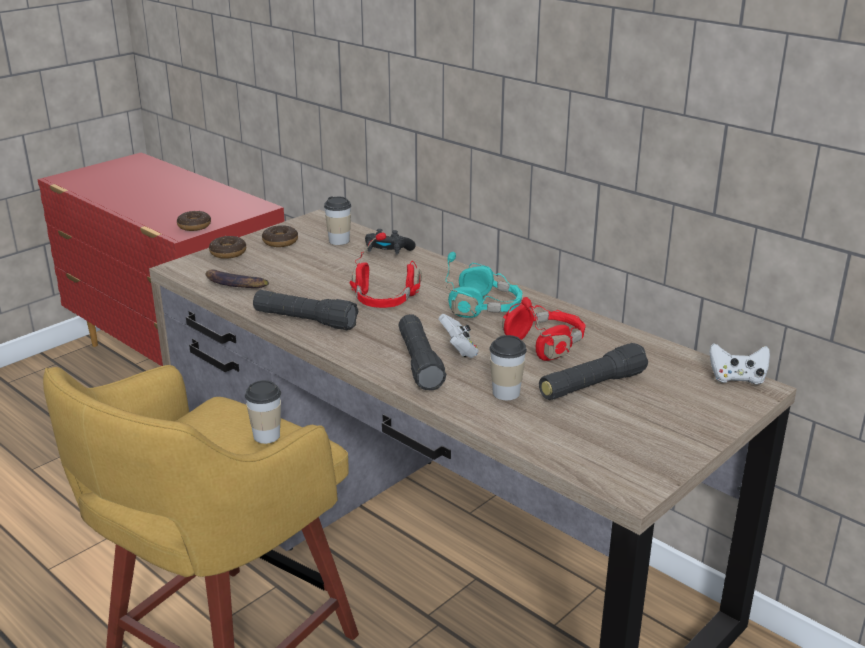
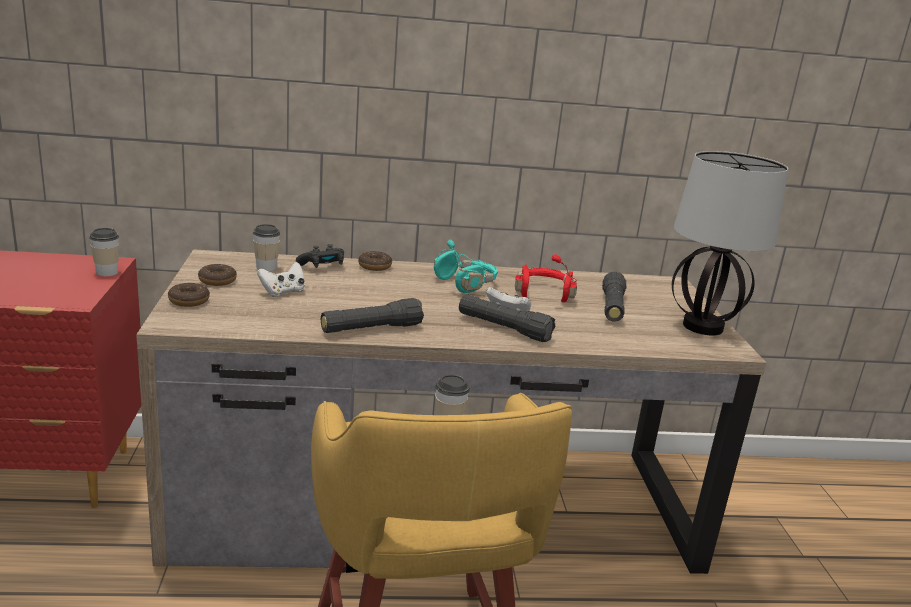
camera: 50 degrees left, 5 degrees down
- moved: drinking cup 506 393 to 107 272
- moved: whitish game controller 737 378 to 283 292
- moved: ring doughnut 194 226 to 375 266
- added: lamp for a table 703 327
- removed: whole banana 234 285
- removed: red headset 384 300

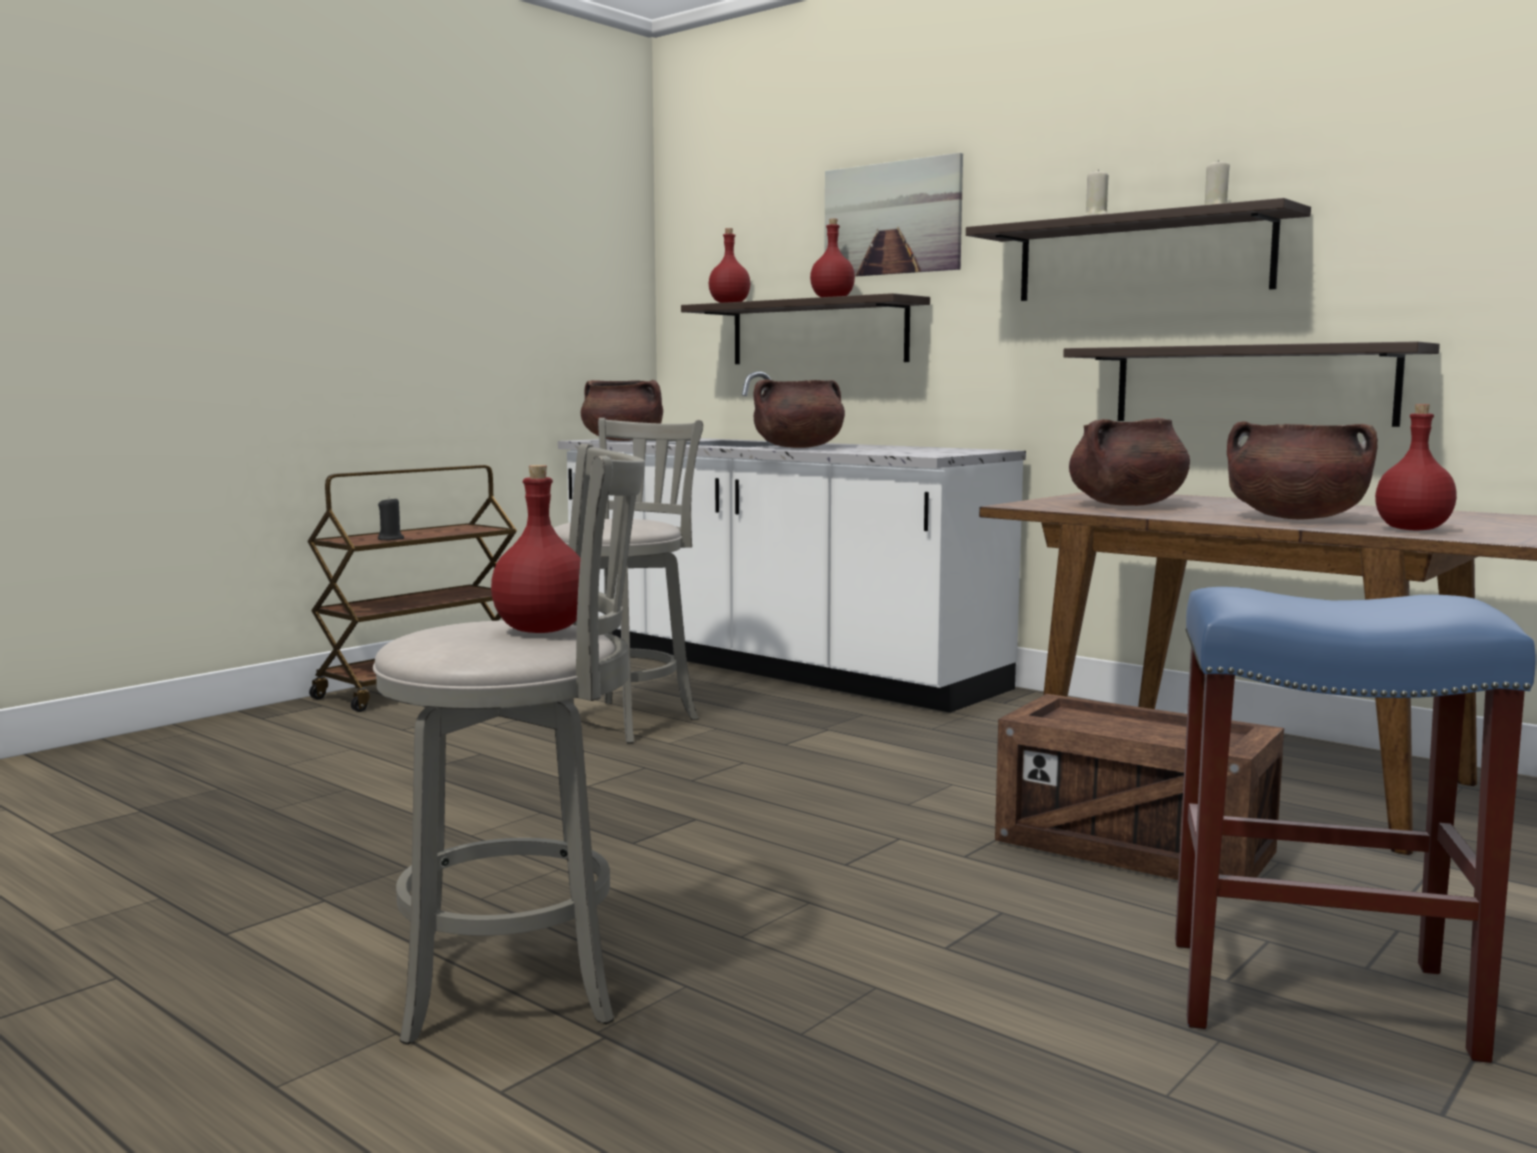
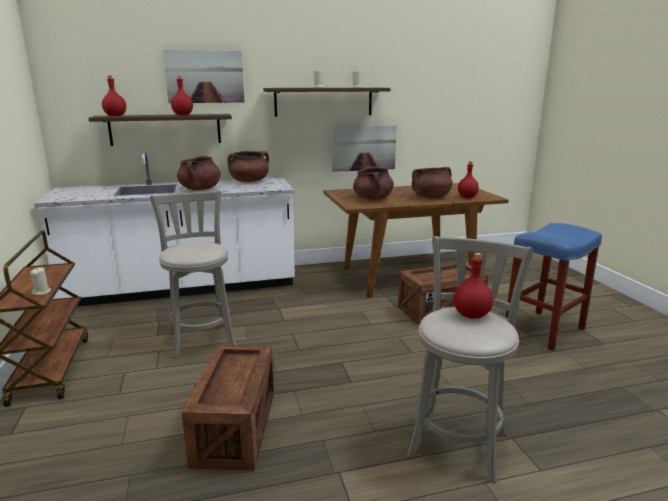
camera: 55 degrees left, 10 degrees up
- recoloured: black wax light 391 539 to sand-coloured wax light 42 292
- added: crate 235 428
- moved: brown cooking pot 623 440 to 249 181
- replaced: wall shelf 1251 385 to wall art 364 148

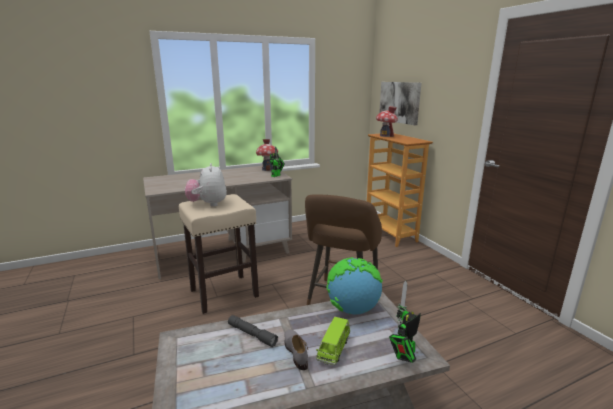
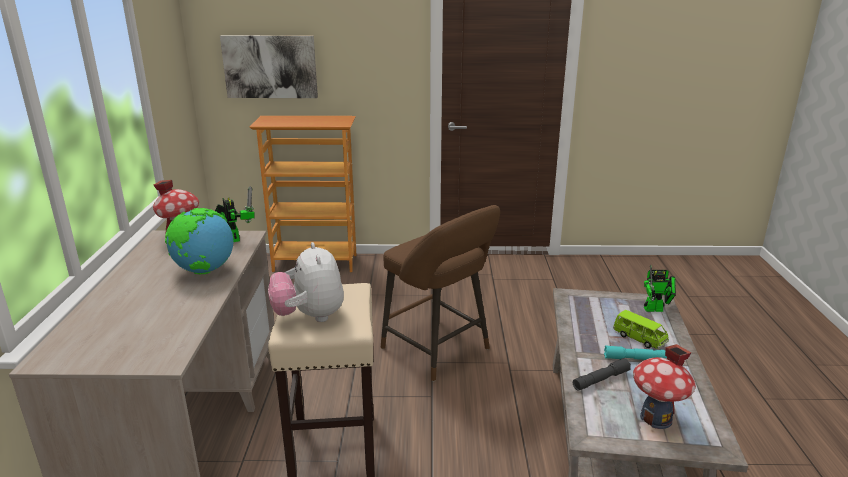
camera: 65 degrees left, 5 degrees up
- moved: desk globe 352 310 to 204 271
- turned: cuddly toy 208 204 = 309 316 60 degrees clockwise
- replaced: grey item of footwear 296 351 to blue-green hand torch 636 359
- moved: toy house 385 136 to 656 418
- turned: toy robot 403 355 = 656 309 75 degrees counterclockwise

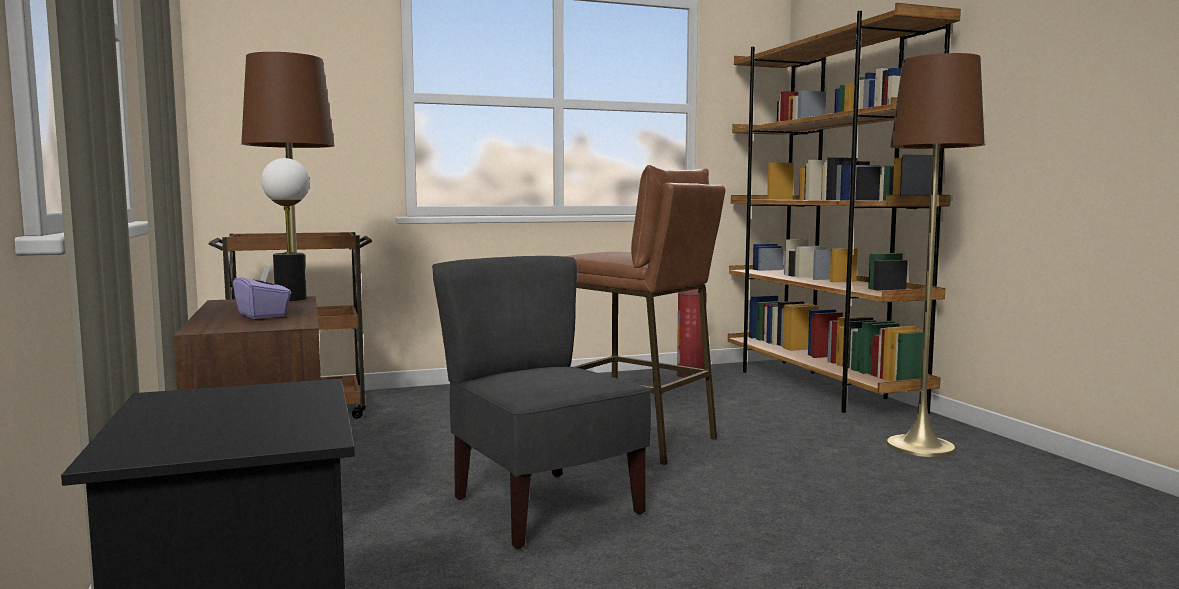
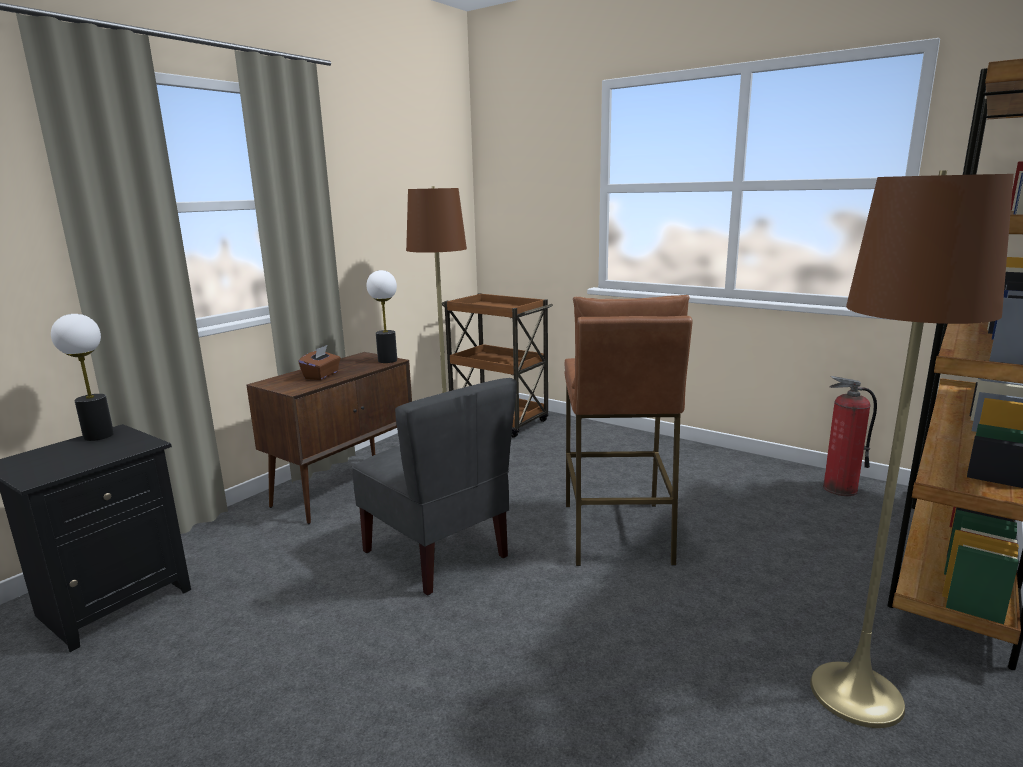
camera: 55 degrees right, 10 degrees up
- added: lamp for a table 98 436
- recoloured: purplish box of tissues 263 315 to brown box of tissues 322 375
- turned: grey upright chair 543 507 = 437 553 120 degrees clockwise

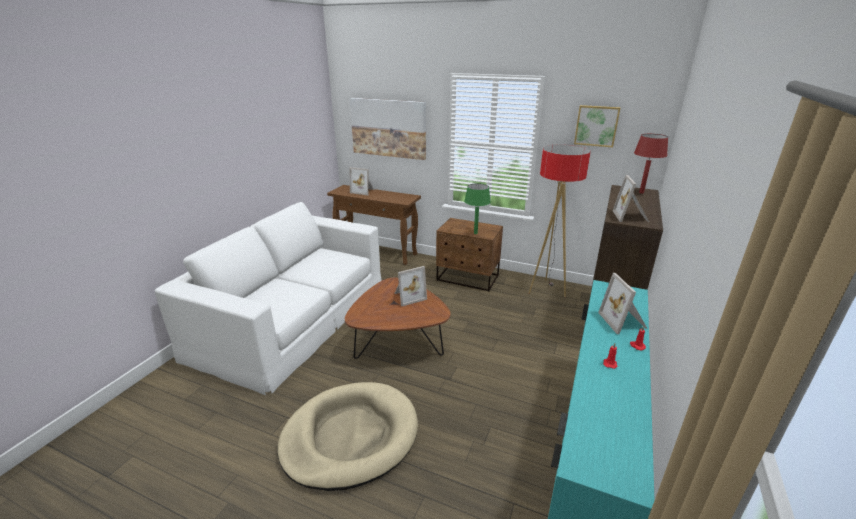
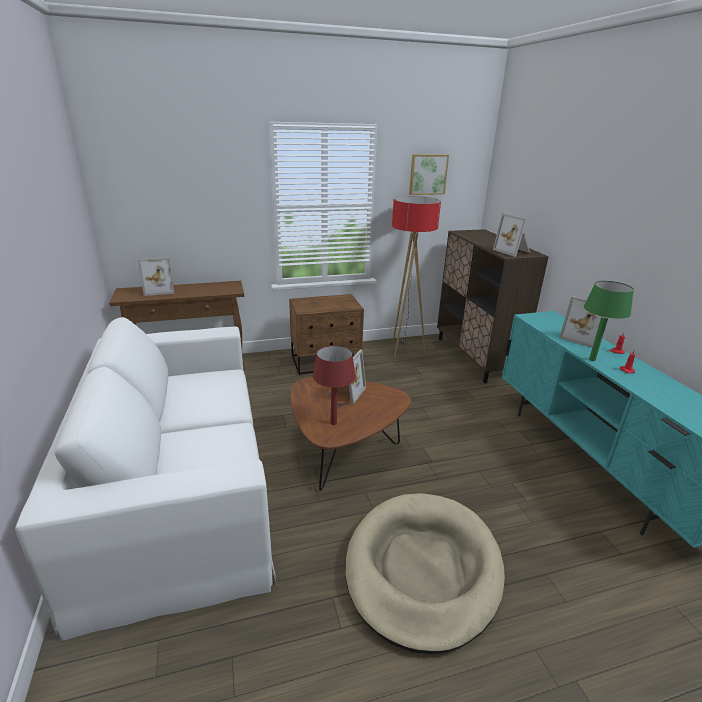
camera: 40 degrees left, 0 degrees up
- moved: red lamp for a table 641 192 to 333 423
- moved: green lamp for a table 475 233 to 592 360
- removed: wall art 388 128

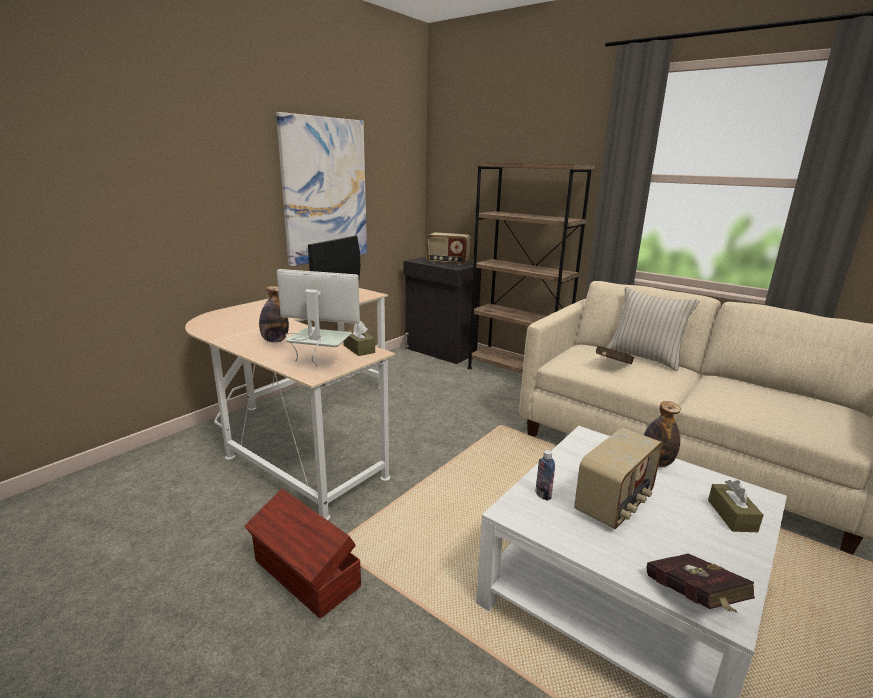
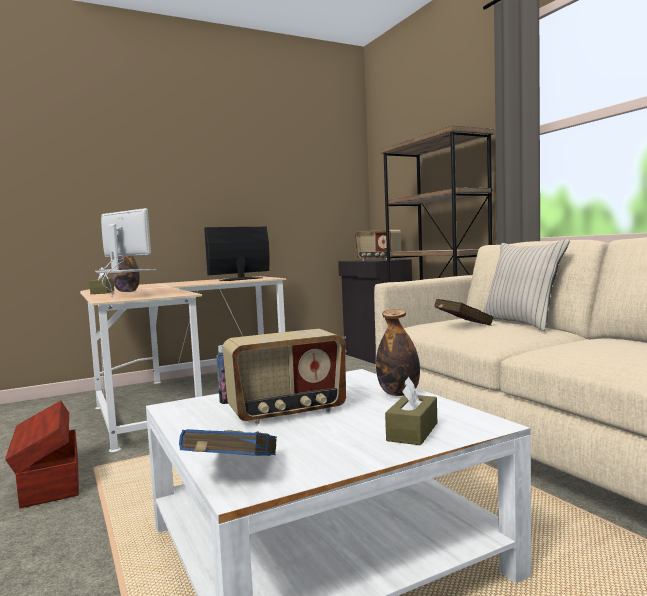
camera: 25 degrees right, 15 degrees down
- moved: brown box of tissues 359 349 to 102 292
- recoloured: red volume 695 600 to blue volume 230 474
- removed: wall art 325 191

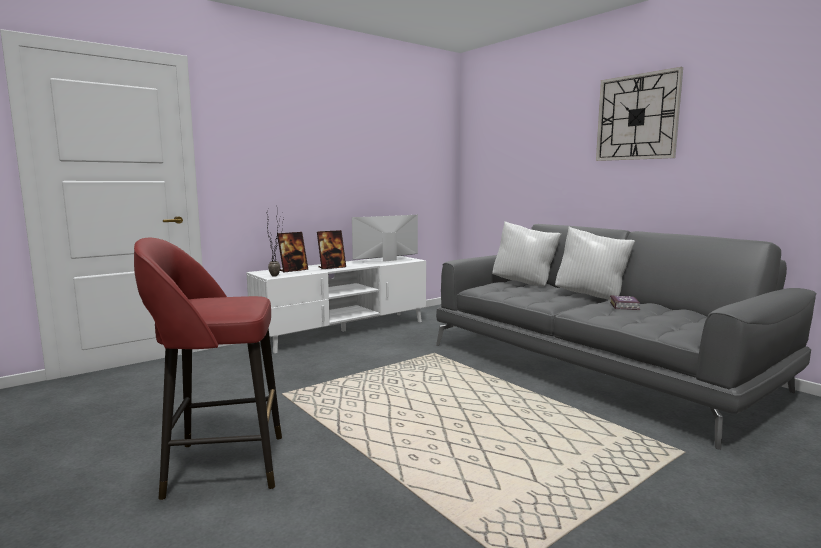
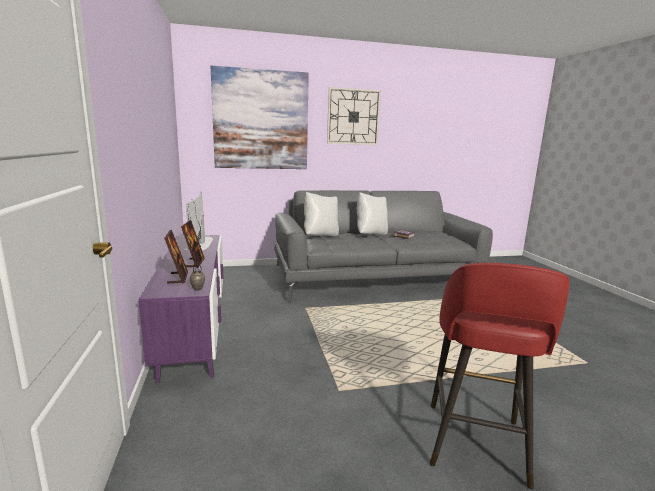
camera: 65 degrees left, 5 degrees up
- recoloured: whitish tv unit 344 331 to purplish tv unit 195 327
- added: wall art 261 120

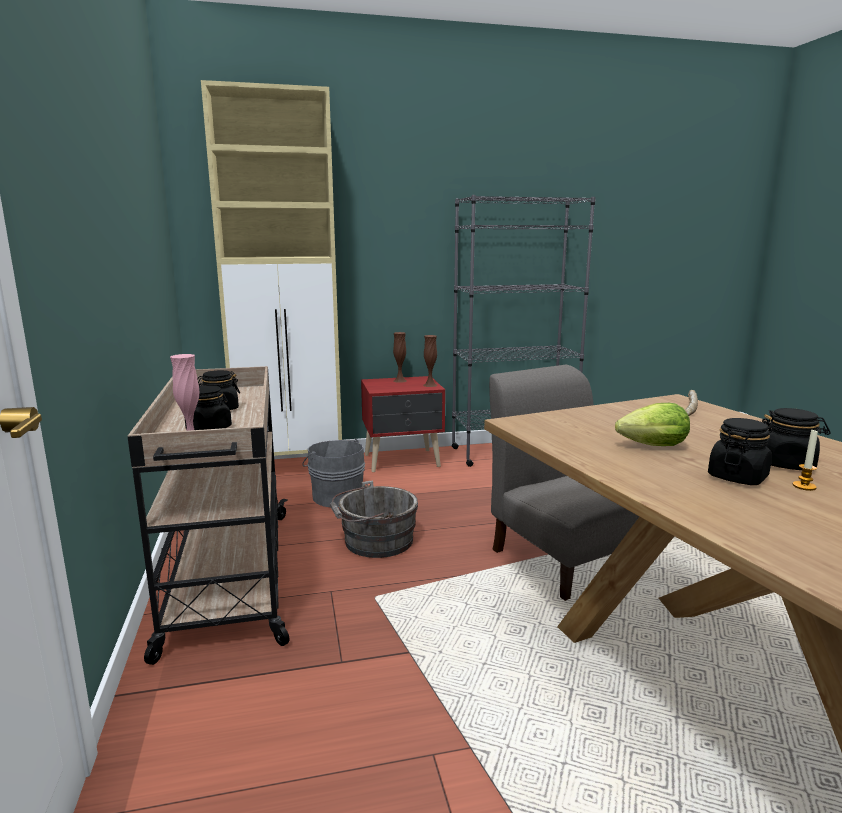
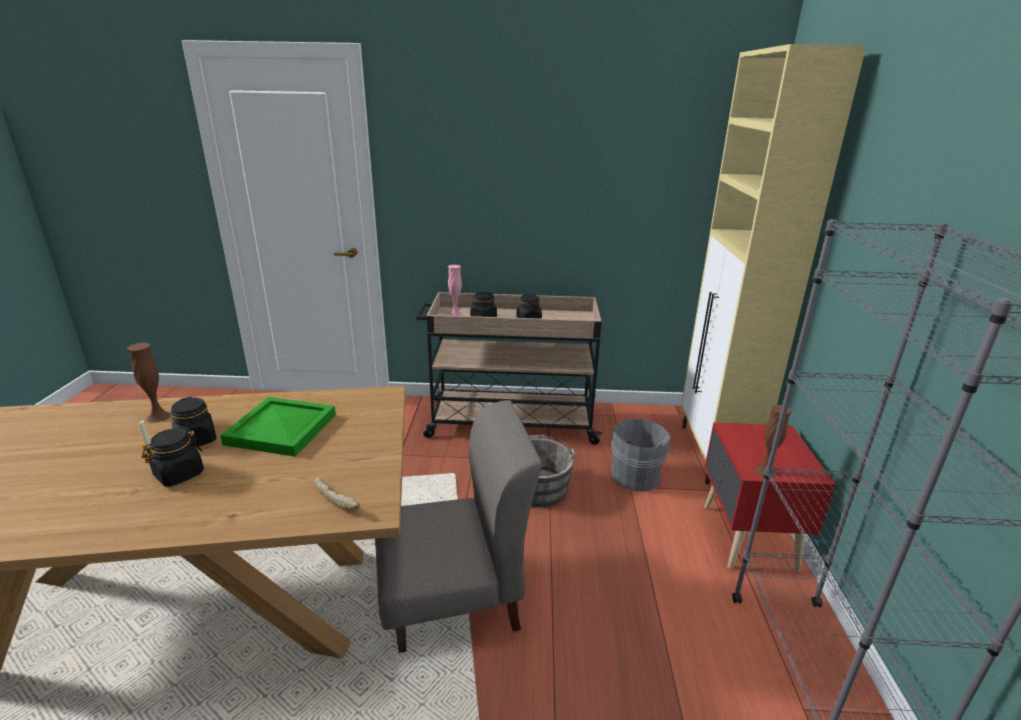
camera: 105 degrees right, 10 degrees up
- moved: brown flower vase 400 381 to 158 417
- replaced: lettuce head 649 446 to green tray 279 430

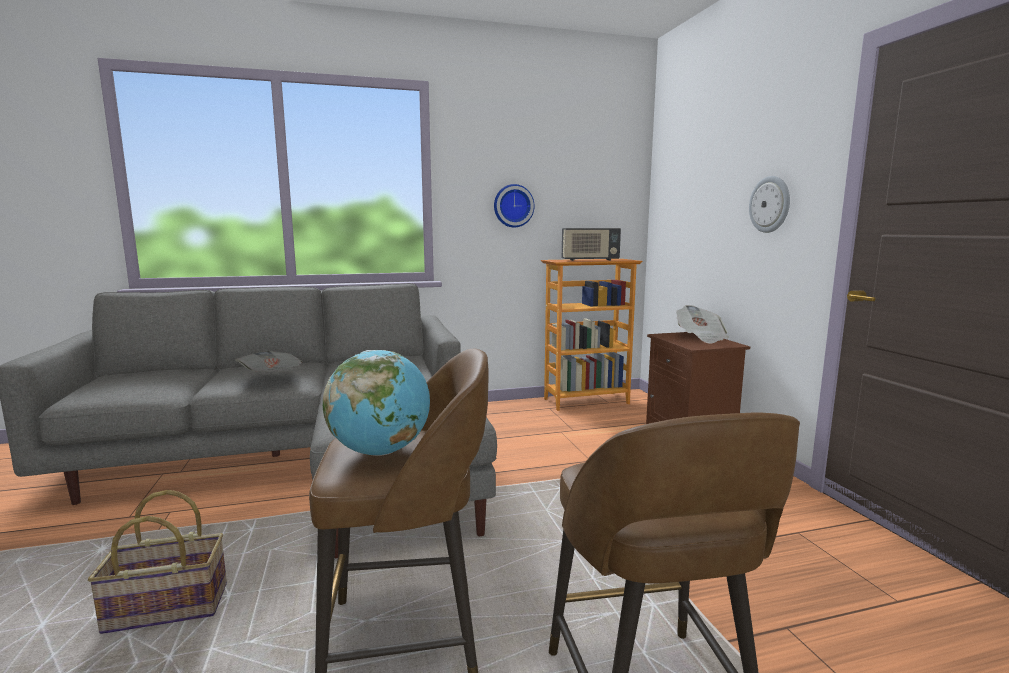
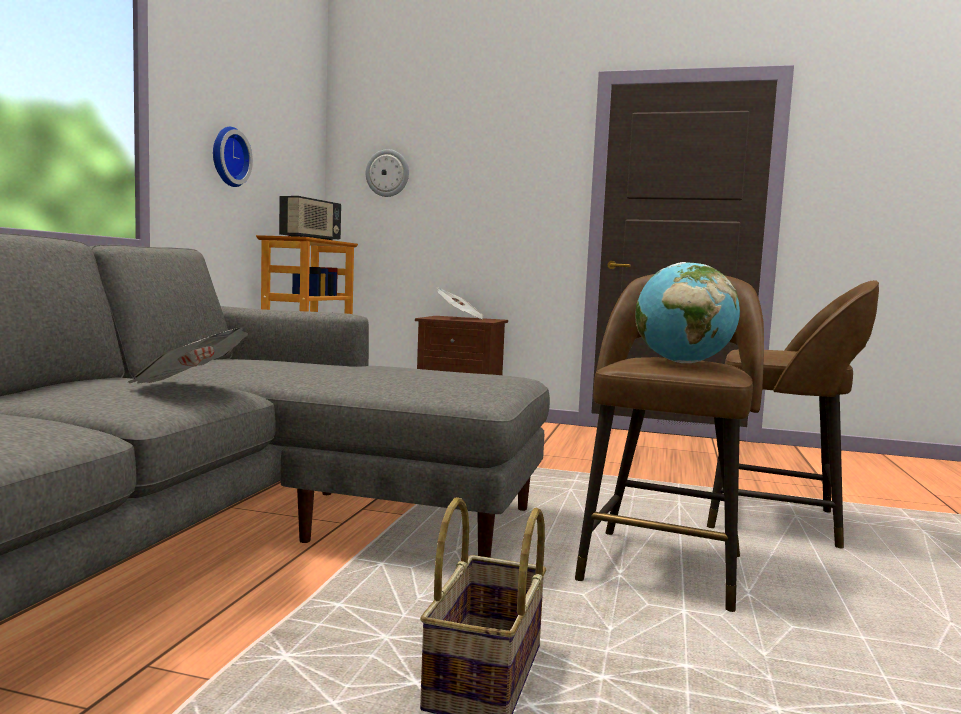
camera: 60 degrees left, 5 degrees down
- moved: hanging clock 770 204 to 387 173

